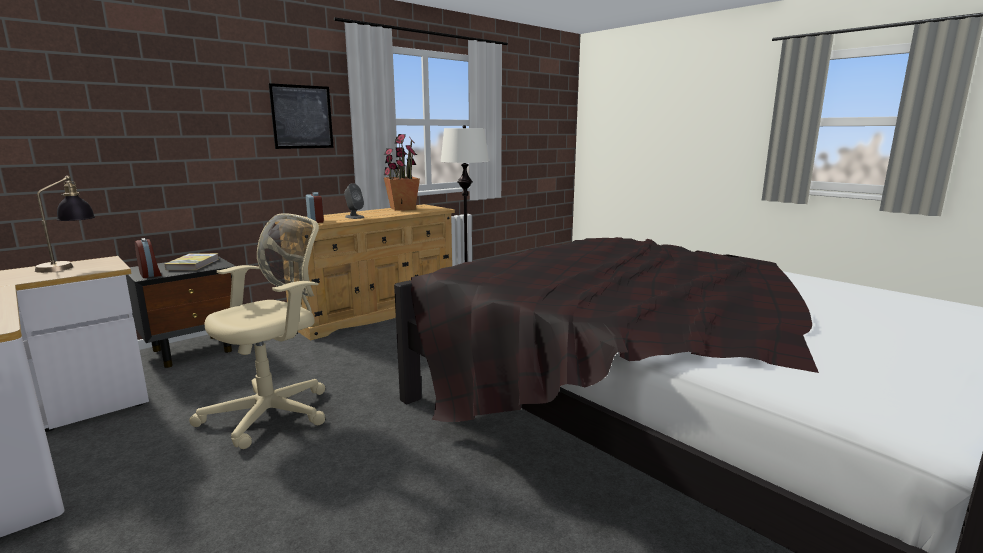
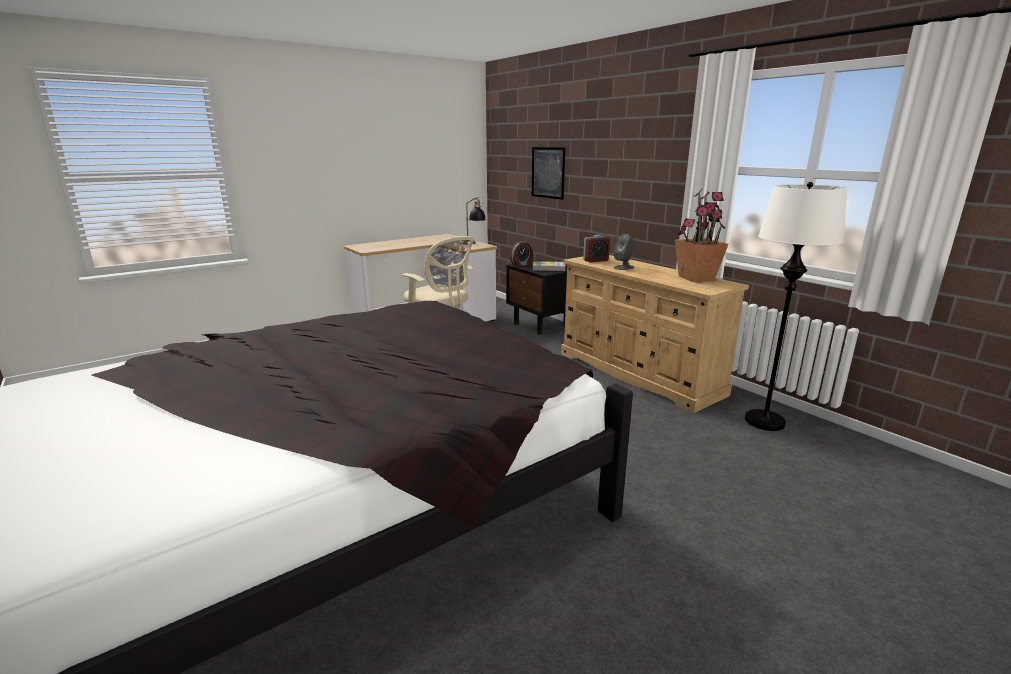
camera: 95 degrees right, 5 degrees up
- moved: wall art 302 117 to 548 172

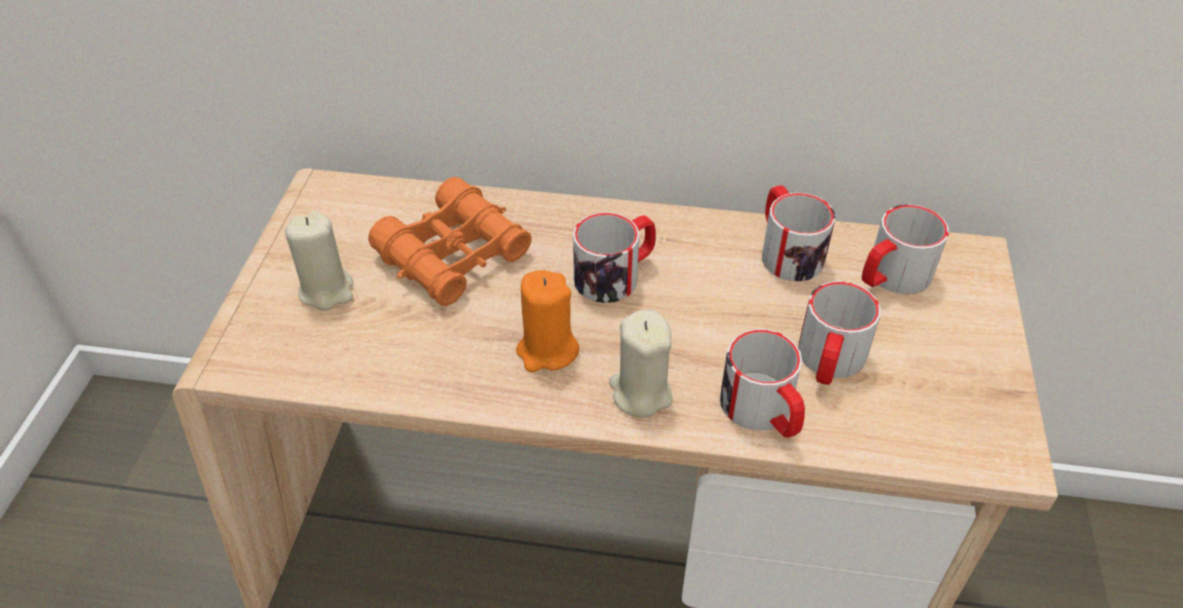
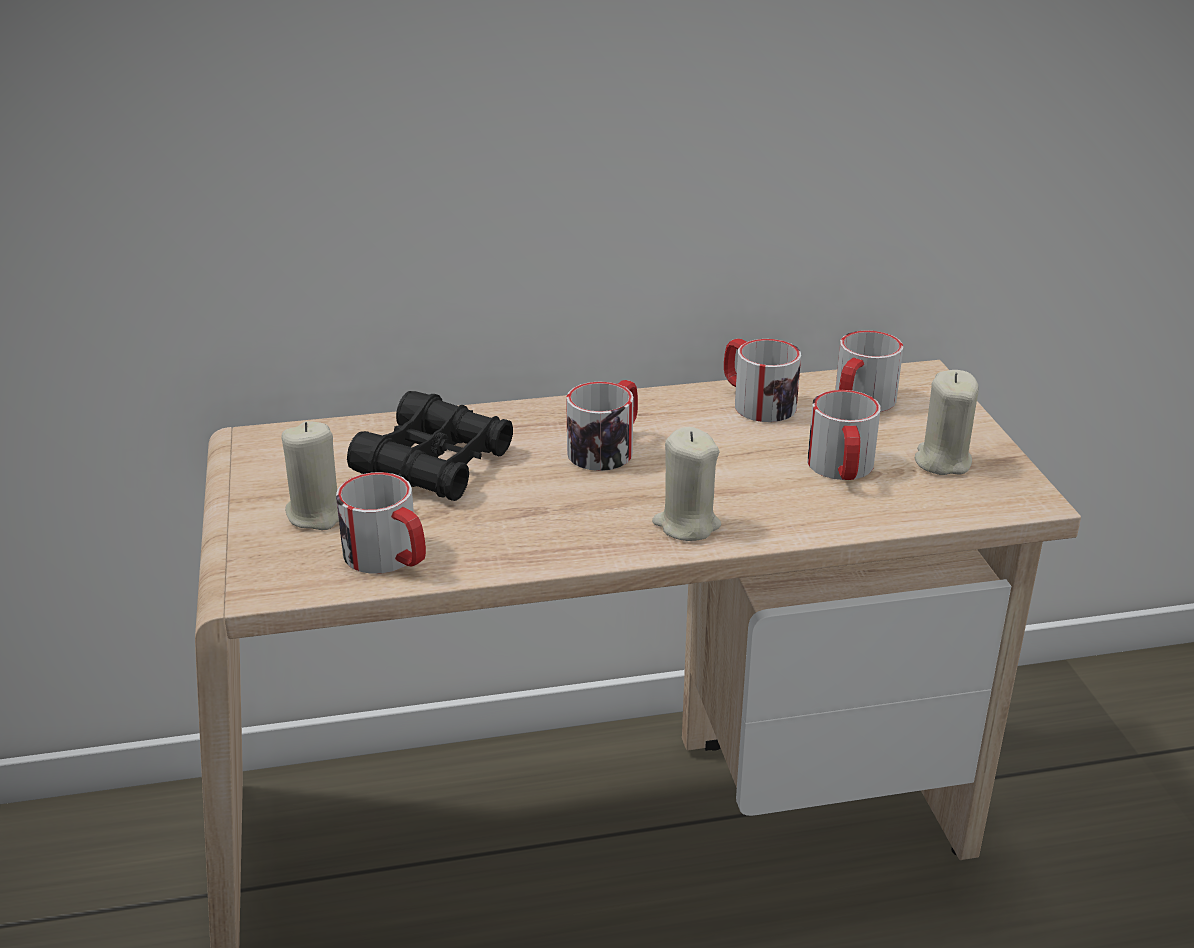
camera: 20 degrees left, 15 degrees down
- moved: coffee mug 763 412 to 389 558
- recoloured: orange-coloured pair of binoculars 453 255 to black pair of binoculars 434 464
- added: sand-coloured wax light 942 461
- removed: orange-coloured wax light 547 350

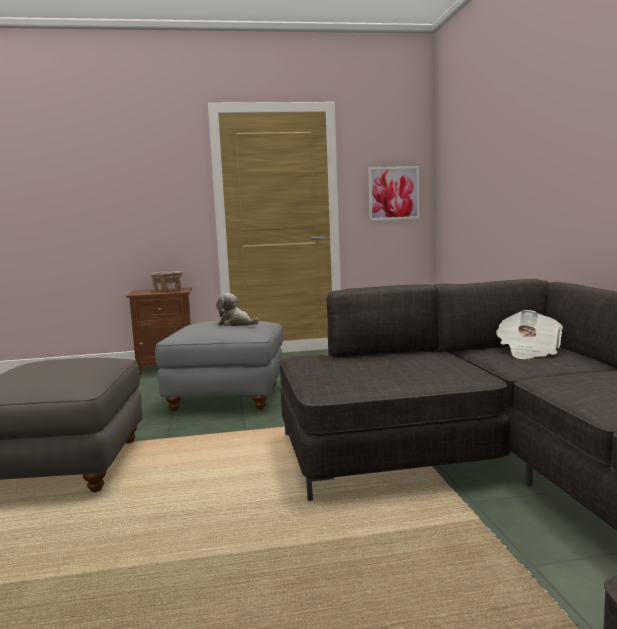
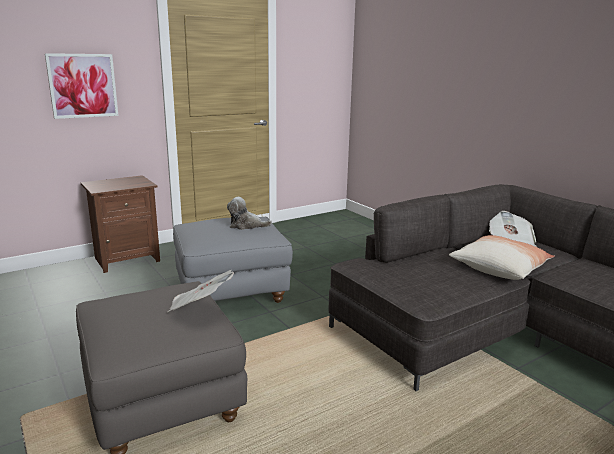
camera: 25 degrees left, 10 degrees up
- moved: wall art 393 193 to 83 85
- added: printed paper 200 307
- added: pillow 499 269
- removed: sand-coloured bowl 168 290

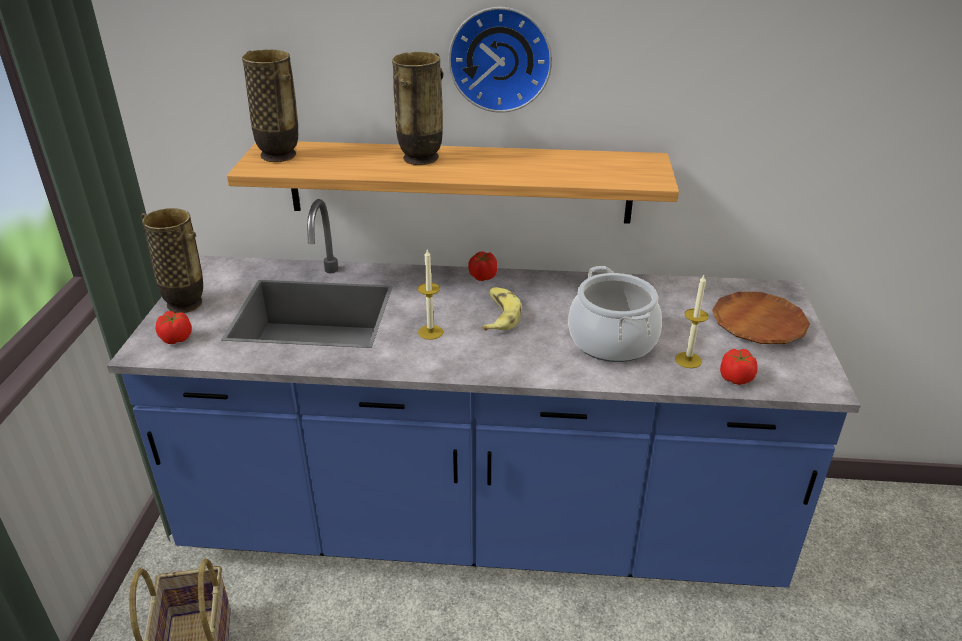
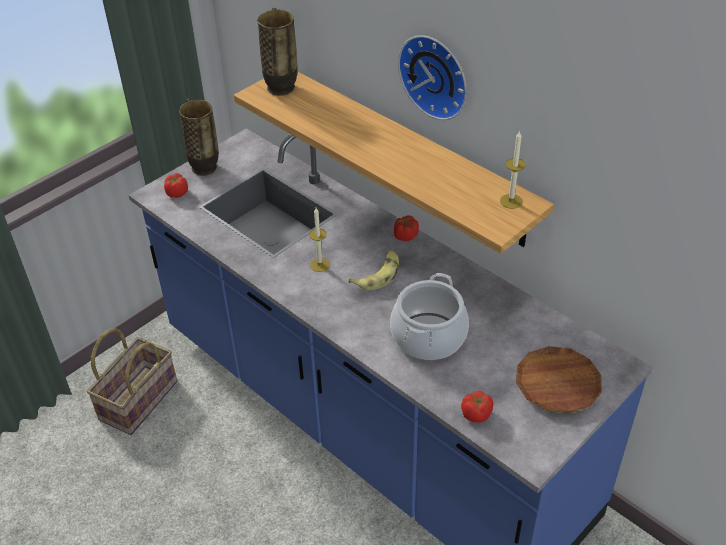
camera: 40 degrees right, 10 degrees up
- moved: wax light 688 360 to 511 201
- removed: flower vase 421 159

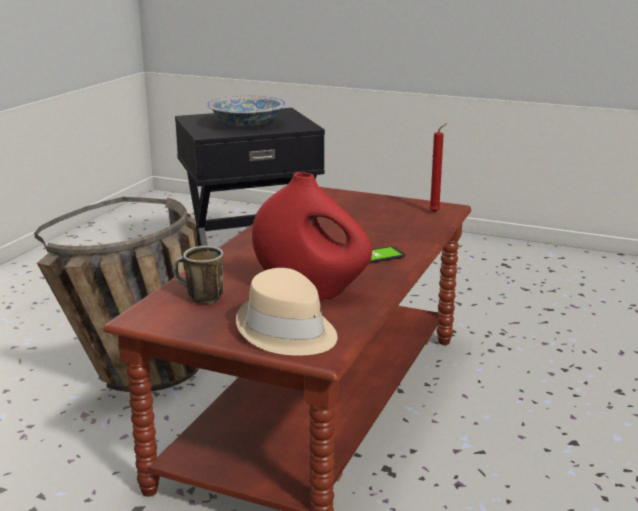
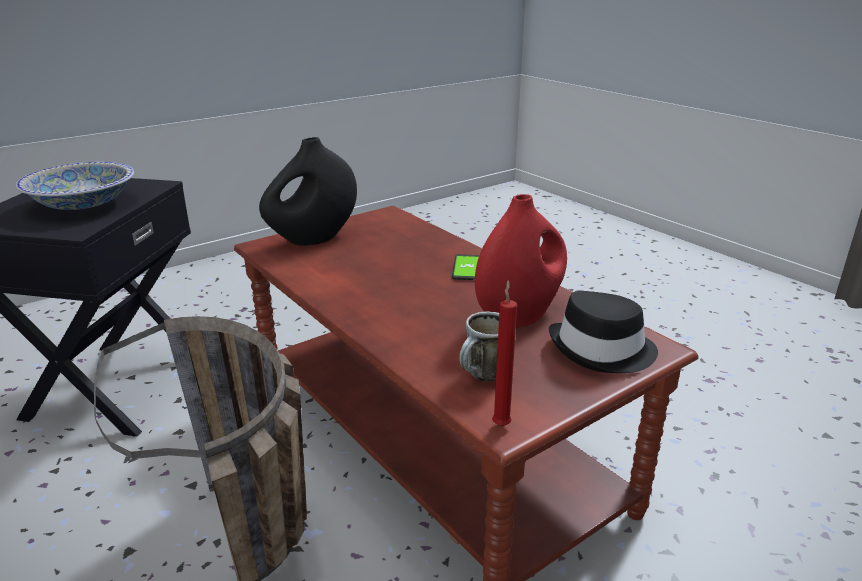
camera: 60 degrees left, 5 degrees up
- added: black flower vase 313 239
- moved: red wax light 436 212 to 501 424
- recoloured: sand-coloured hat 287 332 to black hat 602 350

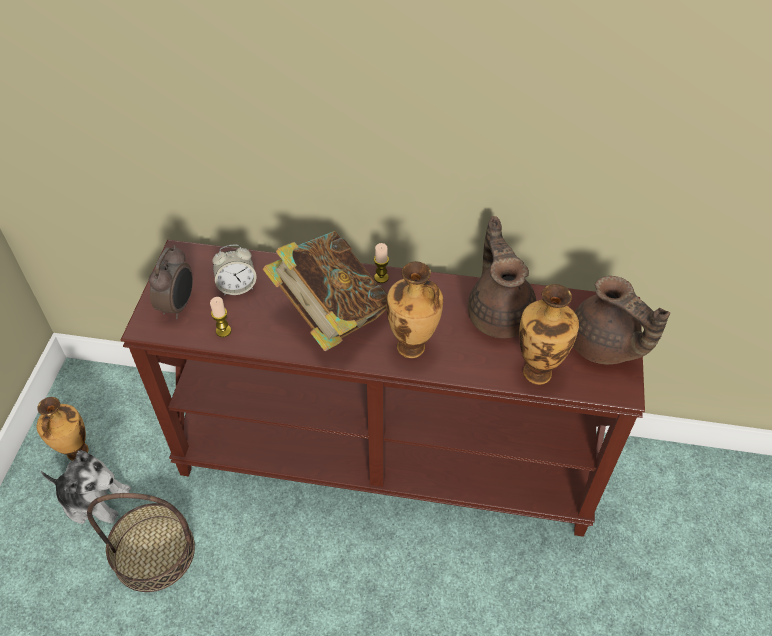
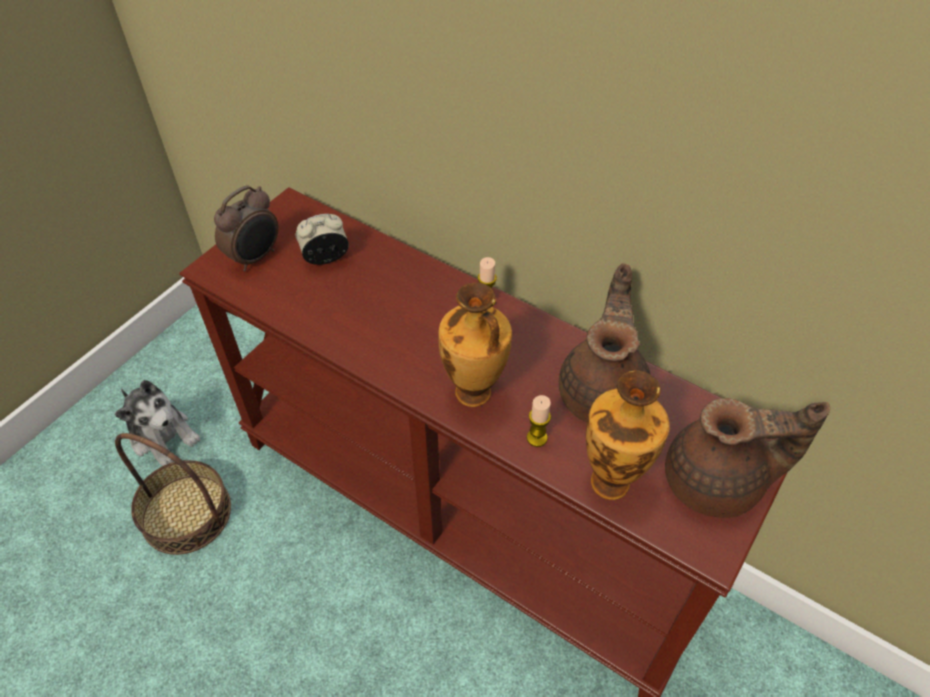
camera: 25 degrees right, 0 degrees up
- turned: table clock 237 286 = 325 258 150 degrees clockwise
- moved: wax light 223 331 to 537 438
- turned: brown tea pot 603 346 = 717 483 75 degrees counterclockwise
- removed: flower vase 76 453
- removed: volume 331 315

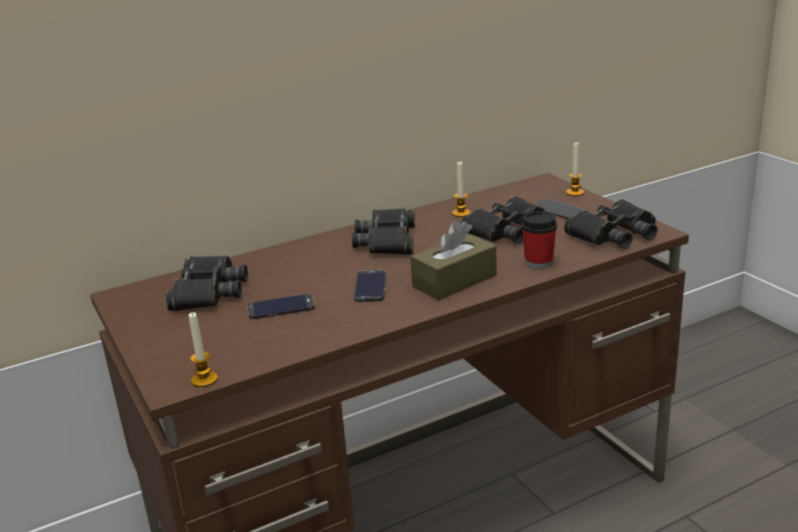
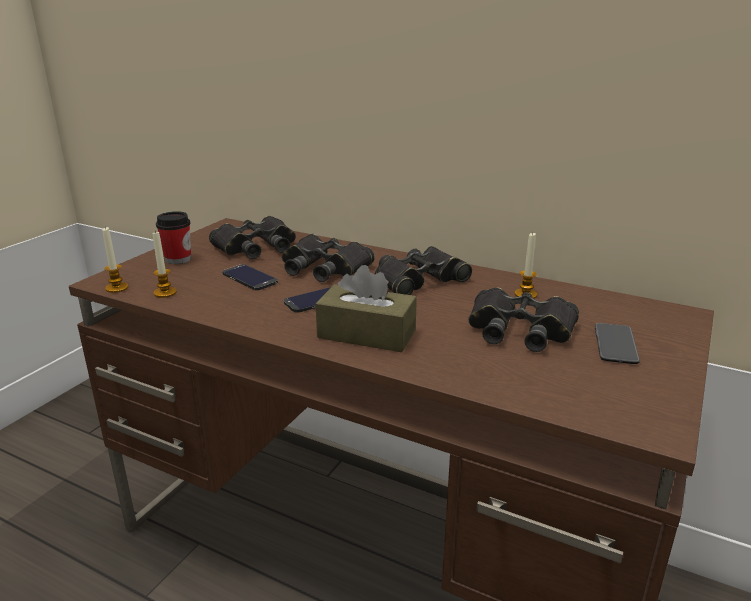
camera: 55 degrees right, 0 degrees up
- moved: wax light 575 193 to 165 293
- moved: drinking cup 538 262 to 178 259
- moved: black pair of binoculars 614 234 to 324 267

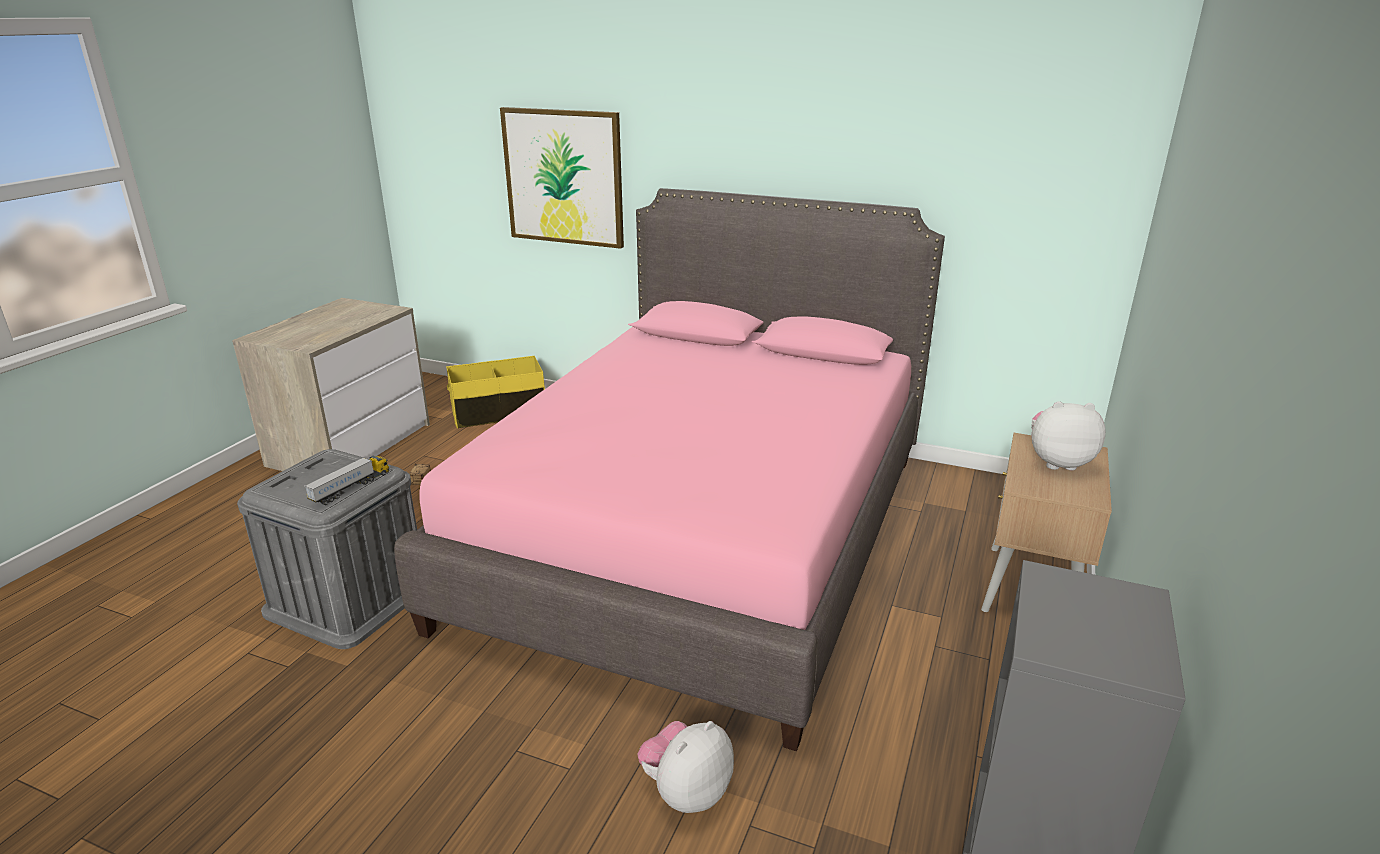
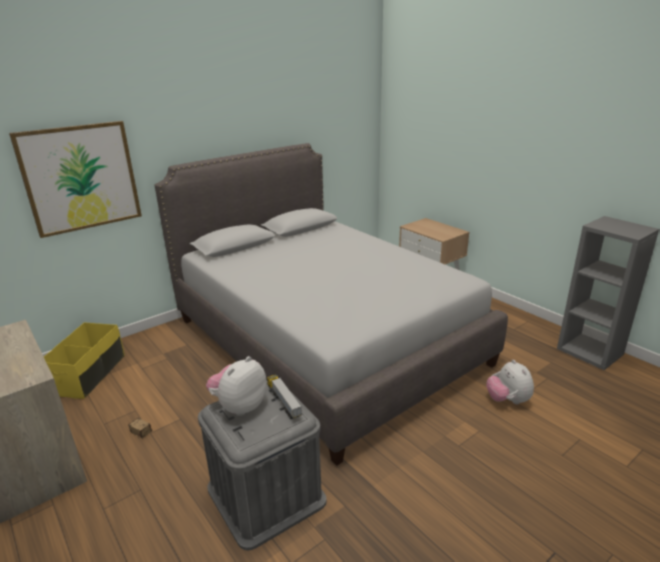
camera: 60 degrees left, 0 degrees up
- recoloured: pinkish bedroom bed 703 535 to grey bedroom bed 325 340
- moved: cuddly toy 1058 462 to 239 406

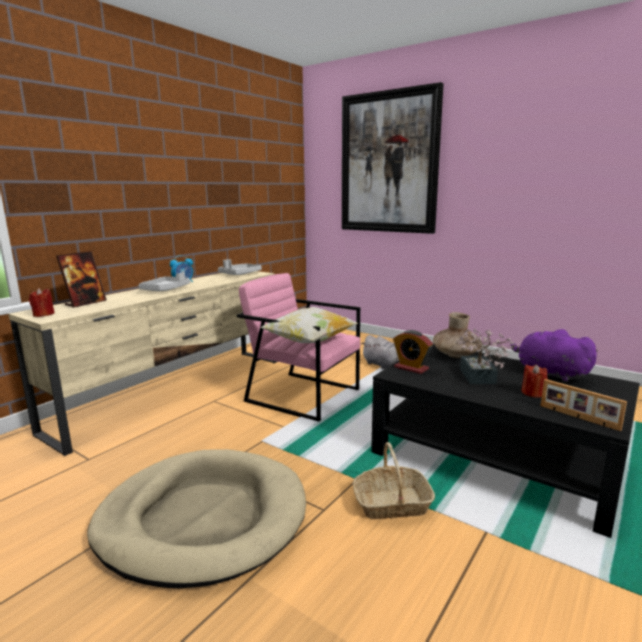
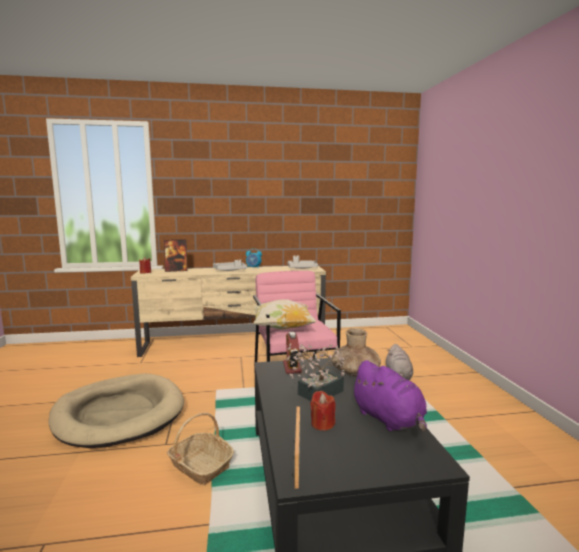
camera: 45 degrees right, 5 degrees down
- turned: purplish cuddly toy 549 374 = 389 420 150 degrees clockwise
- removed: wall art 388 163

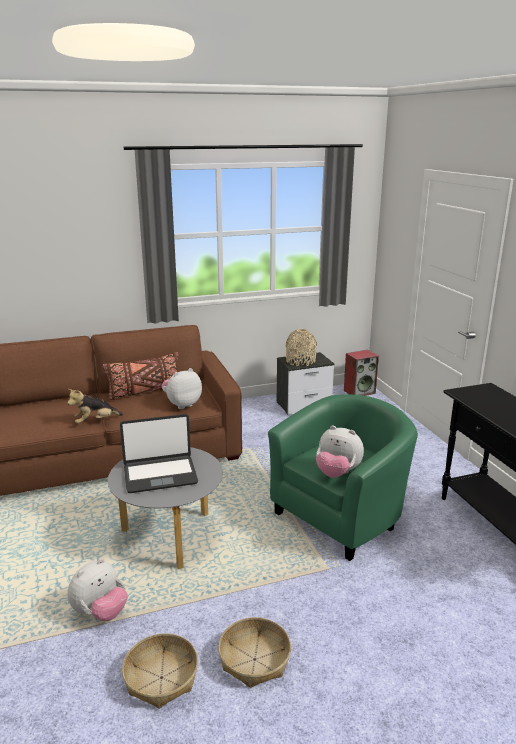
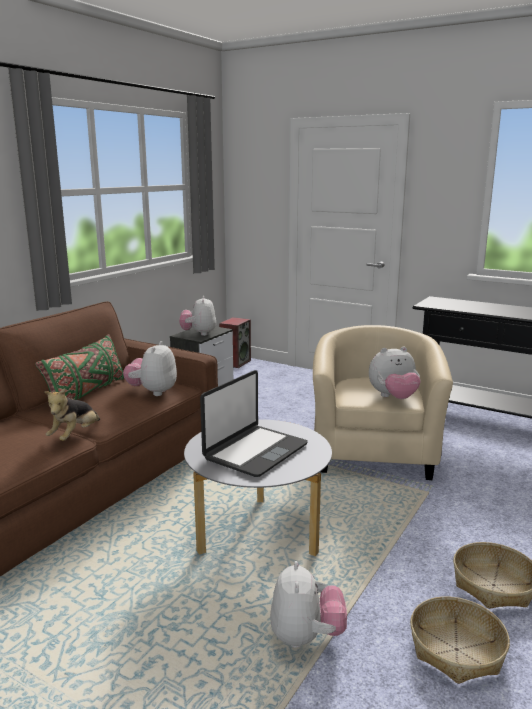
camera: 40 degrees left, 5 degrees down
- recoloured: brown pillow 145 392 to green pillow 86 393
- replaced: sand-coloured flower vase 300 361 to cuddly toy 199 333
- recoloured: green easy chair 342 516 to sand-coloured easy chair 374 452

